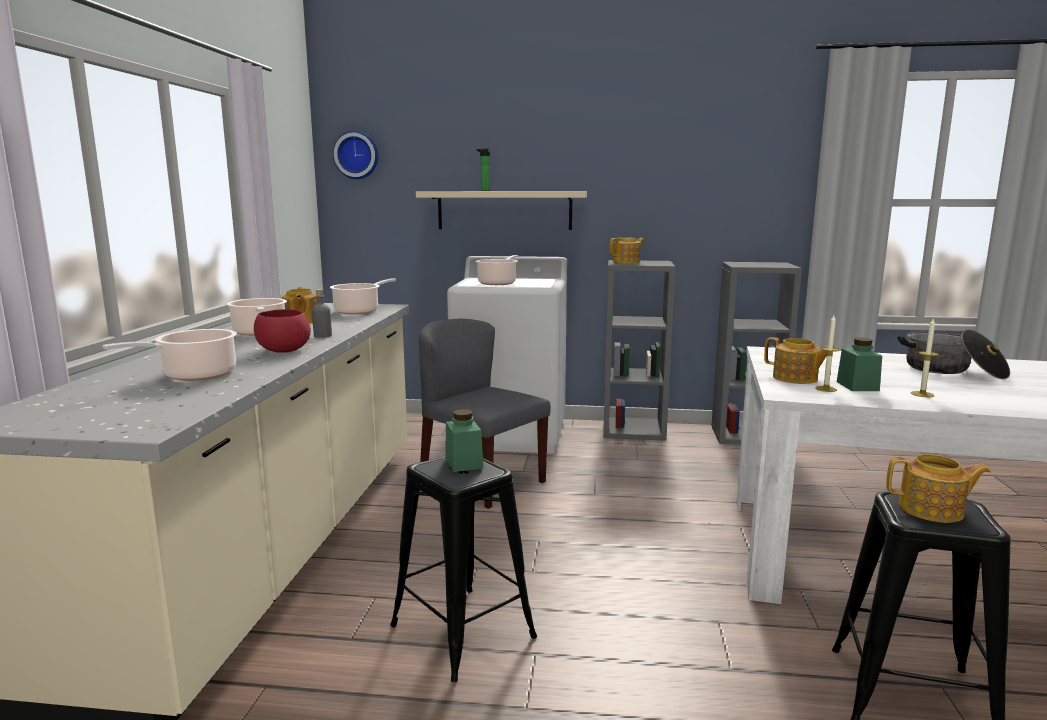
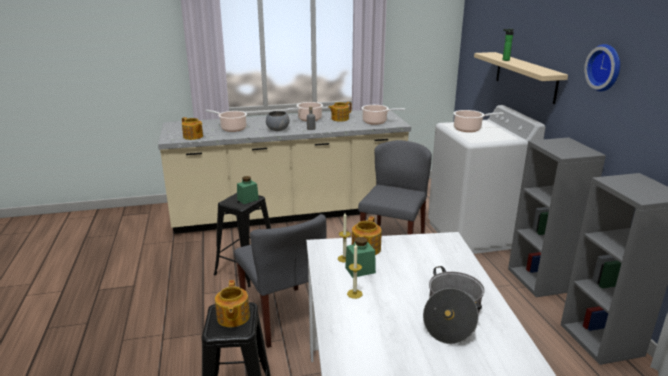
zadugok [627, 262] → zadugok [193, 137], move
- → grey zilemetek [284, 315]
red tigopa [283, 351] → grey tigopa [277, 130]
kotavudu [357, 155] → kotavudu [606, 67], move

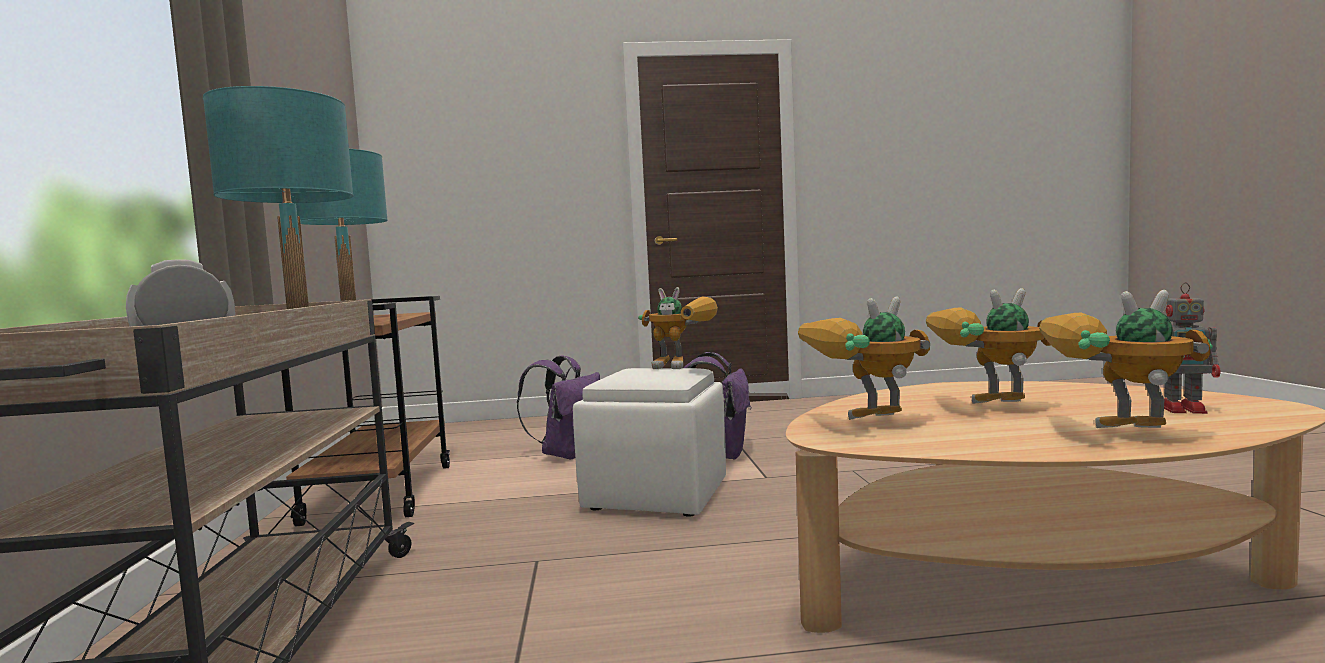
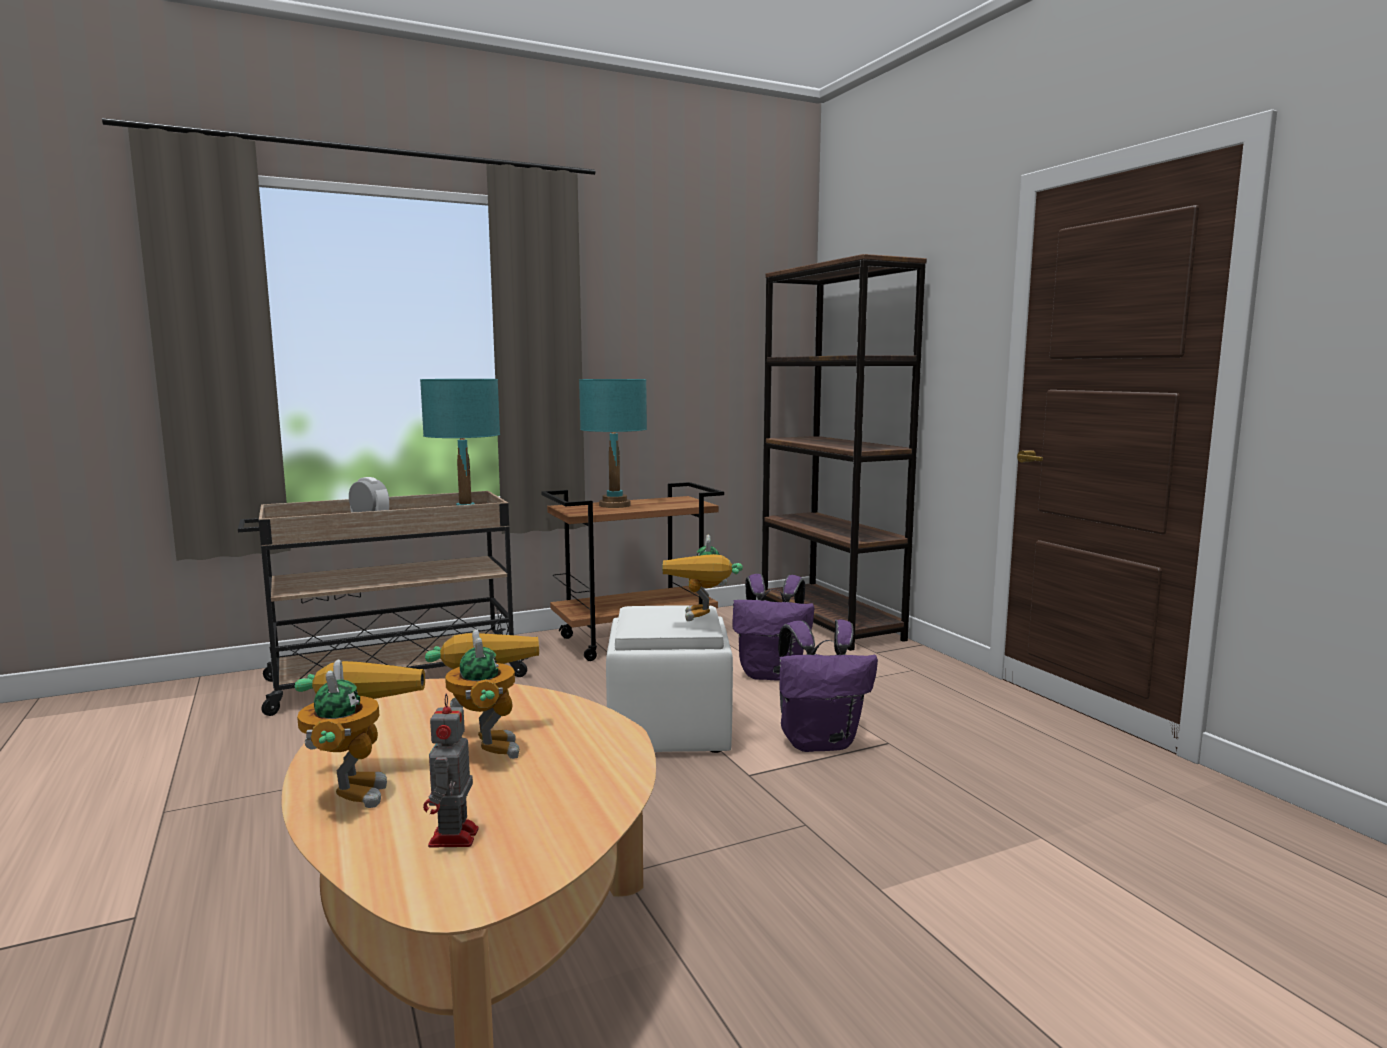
- → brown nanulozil [829, 622]
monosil [863, 425] → -

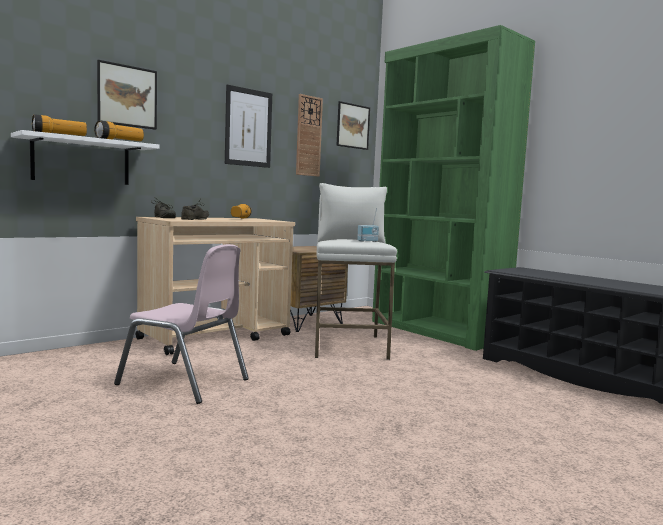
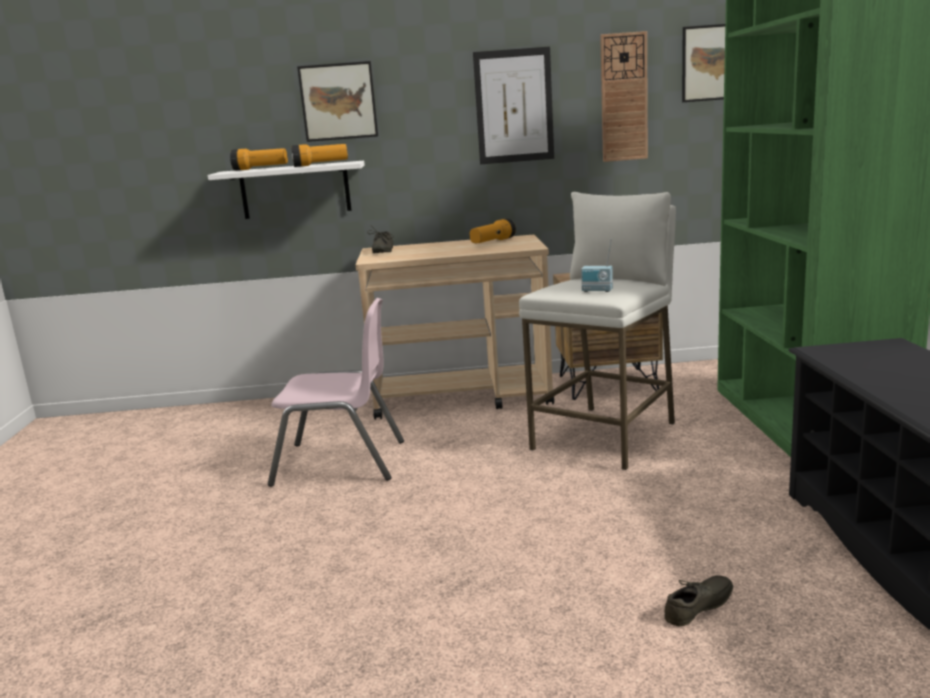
pink zilemetek [184, 382] → pink zilemetek [340, 463], 60 degrees counterclockwise
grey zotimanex [196, 219] → grey zotimanex [701, 608], move

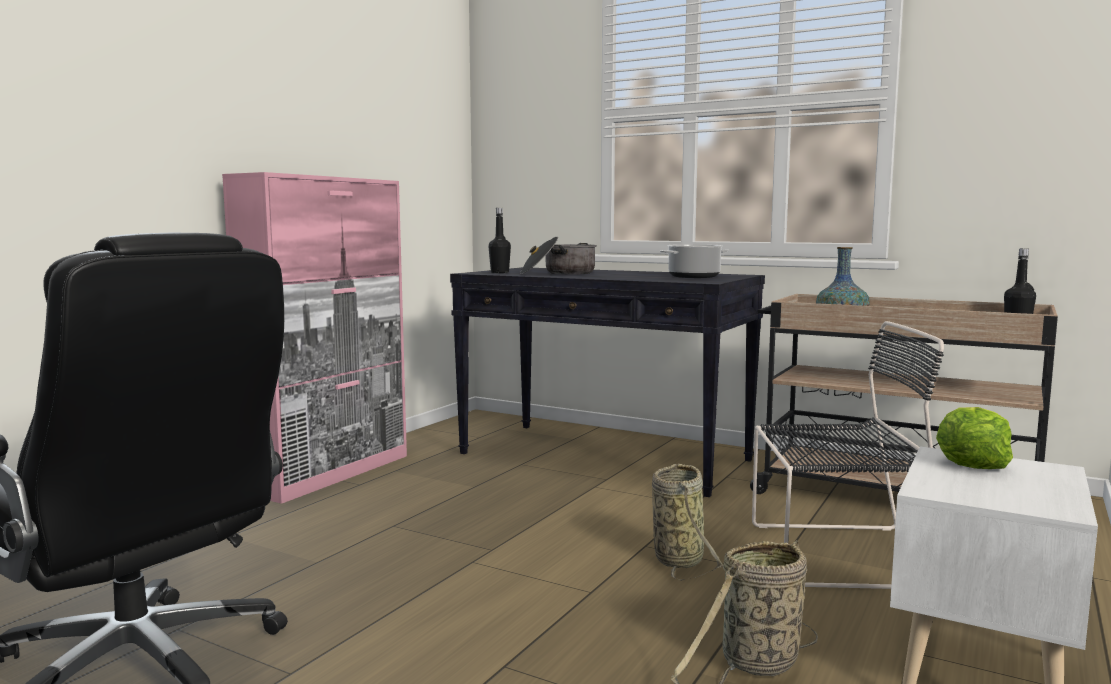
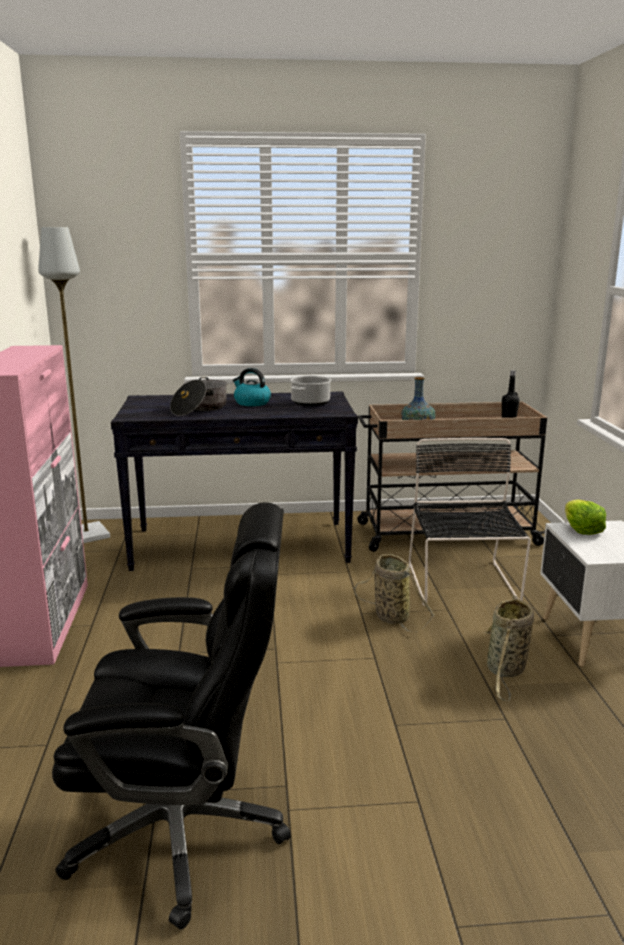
- → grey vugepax [87, 535]
- → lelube [251, 403]
black zilemetek [836, 555] → black zilemetek [462, 585], 60 degrees counterclockwise
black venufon [499, 272] → -

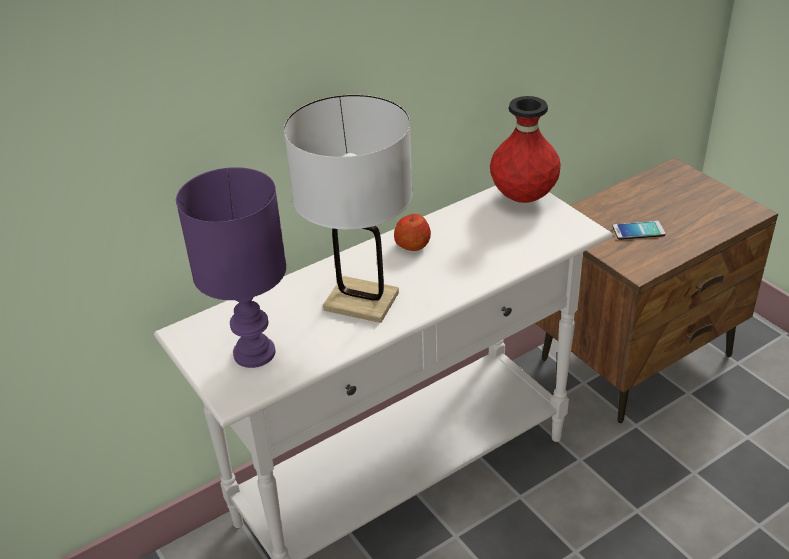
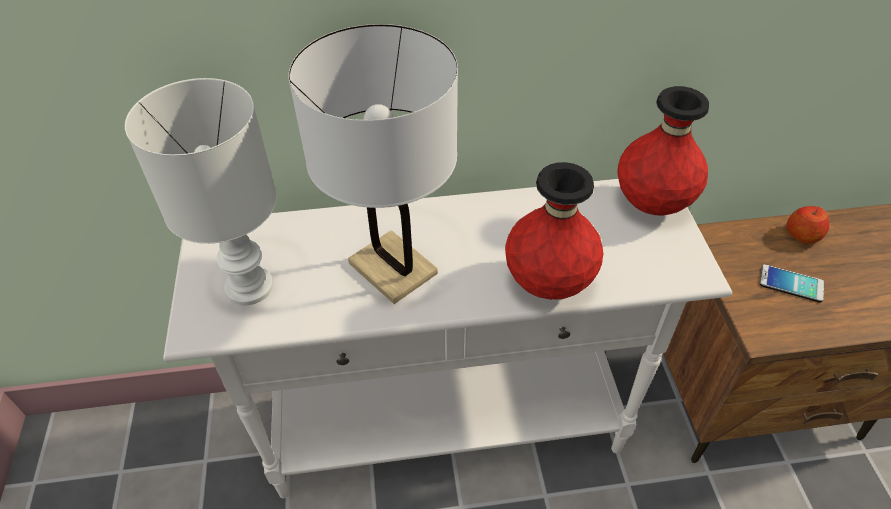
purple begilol [253, 354] → white begilol [247, 288]
- → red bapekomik [548, 284]
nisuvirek [413, 245] → nisuvirek [802, 235], move

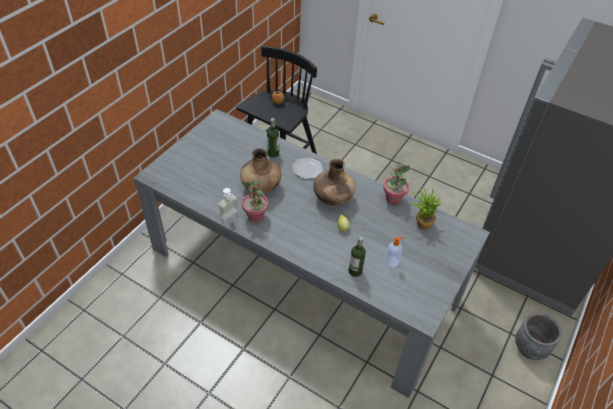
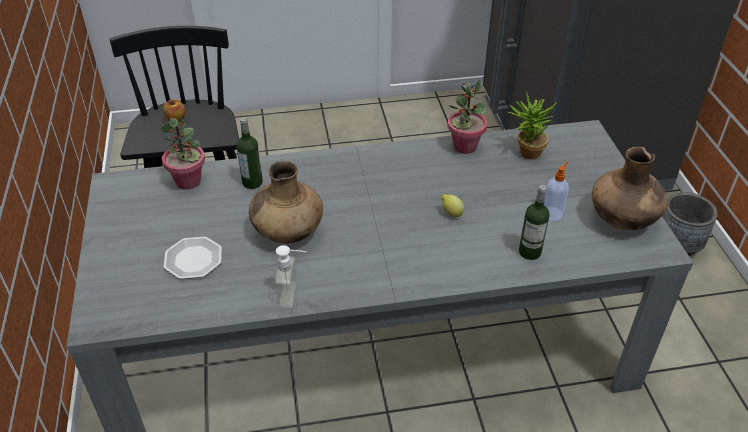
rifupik [255, 216] → rifupik [188, 181], move
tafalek [307, 169] → tafalek [194, 259], move
brown bapekomik [333, 199] → brown bapekomik [622, 220], move

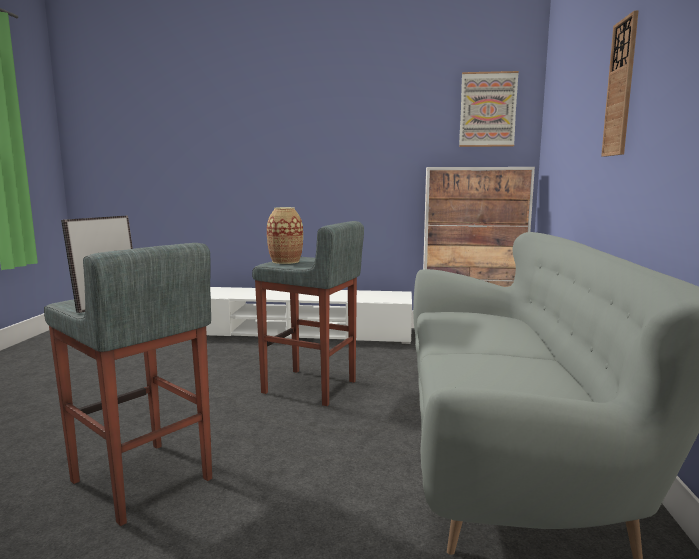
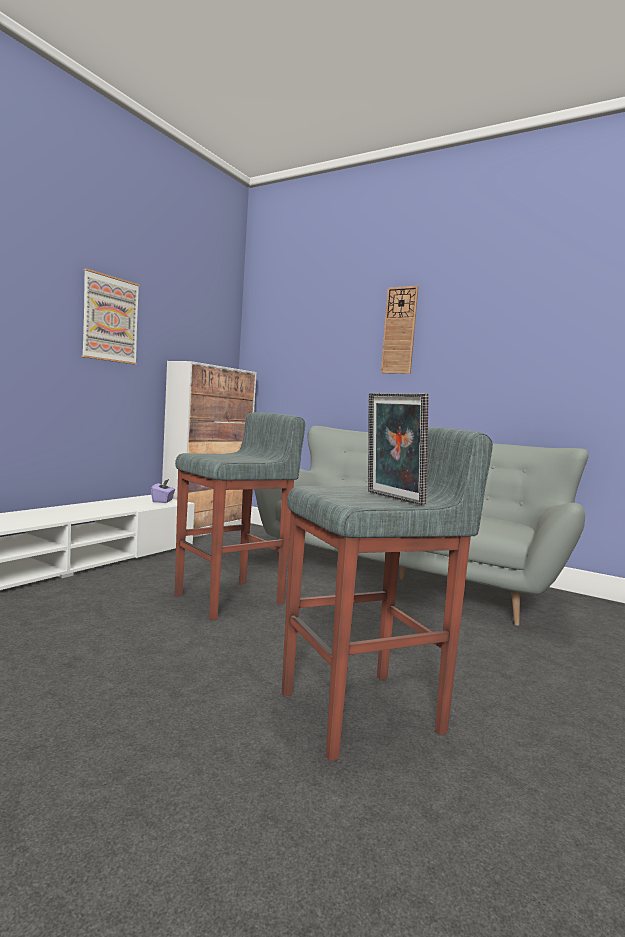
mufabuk [487, 110] → mufabuk [110, 319], move
- → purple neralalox [163, 501]
bapekomik [285, 261] → -

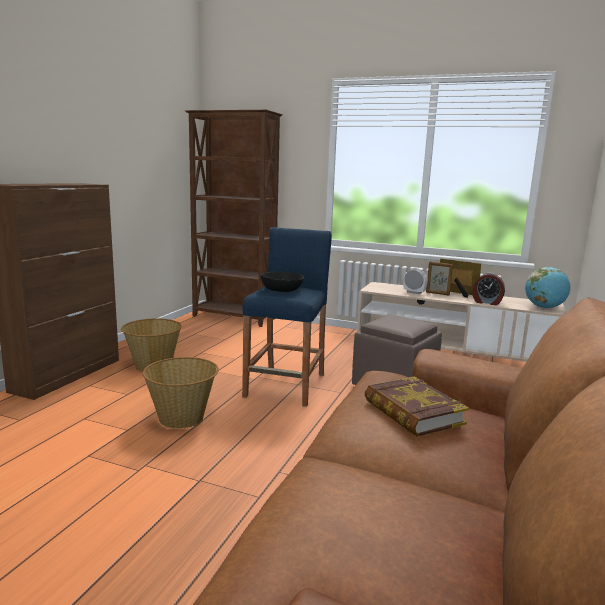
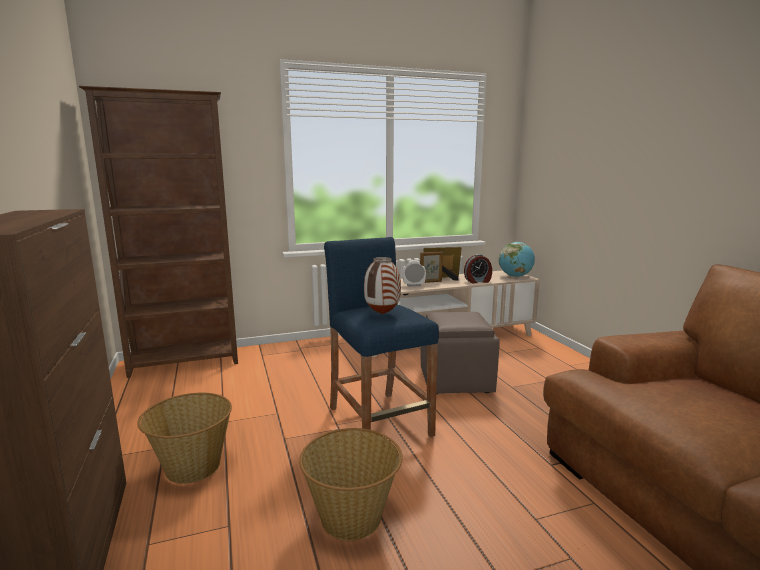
black tigopa [282, 289] → bapekomik [382, 314]
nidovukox [412, 412] → -

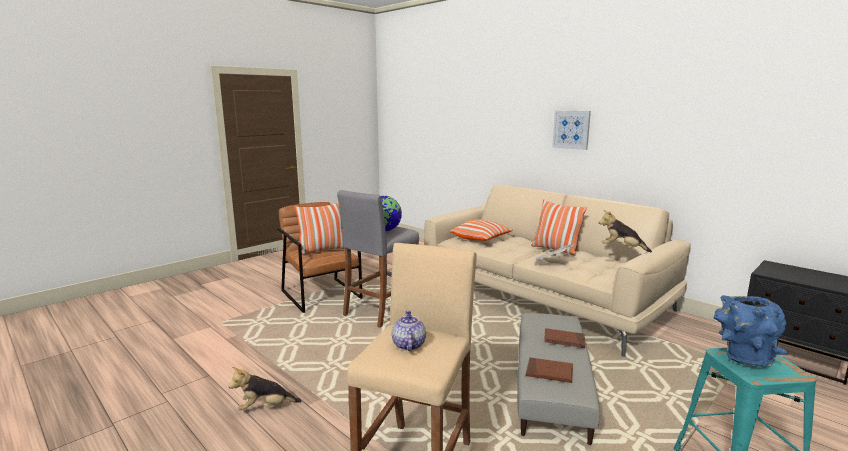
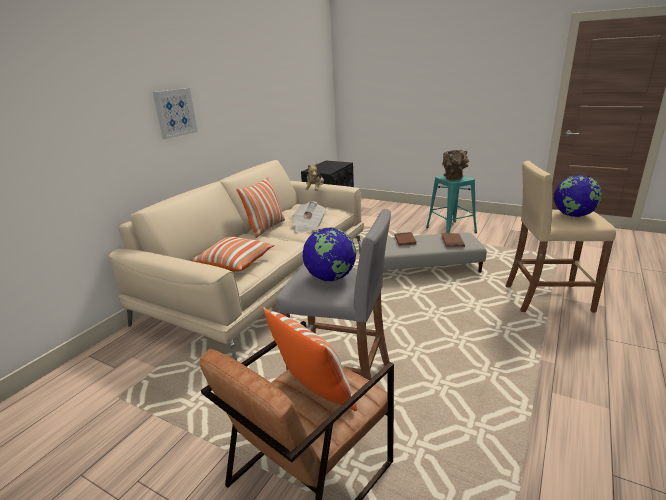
blue bapekomik [742, 359] → brown bapekomik [454, 179]
zadugok [408, 345] → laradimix [573, 215]
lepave [265, 408] → -

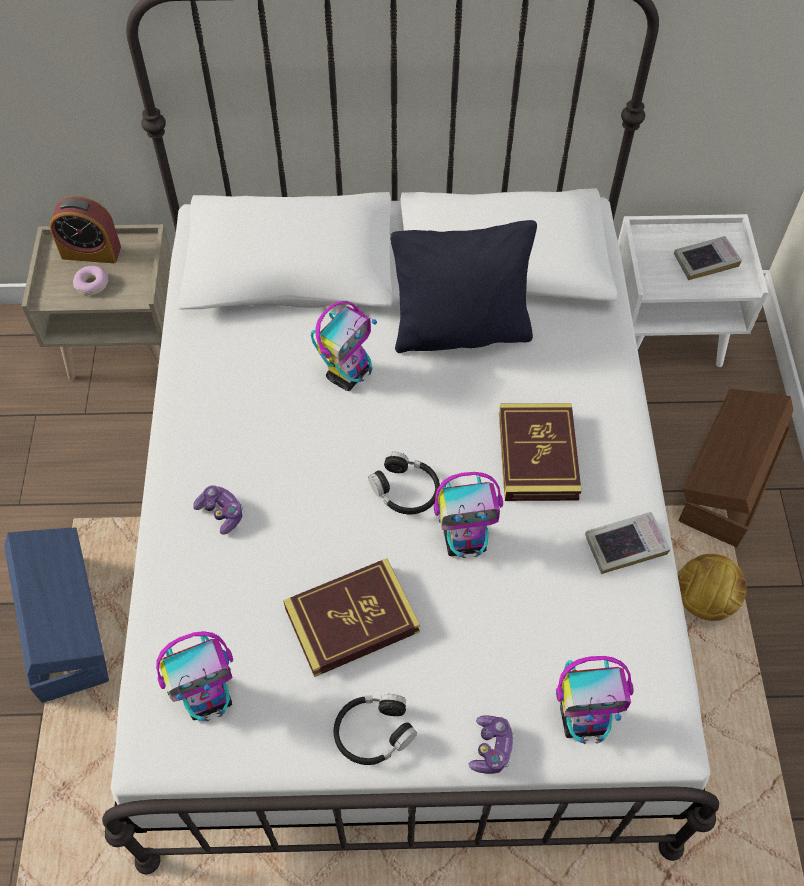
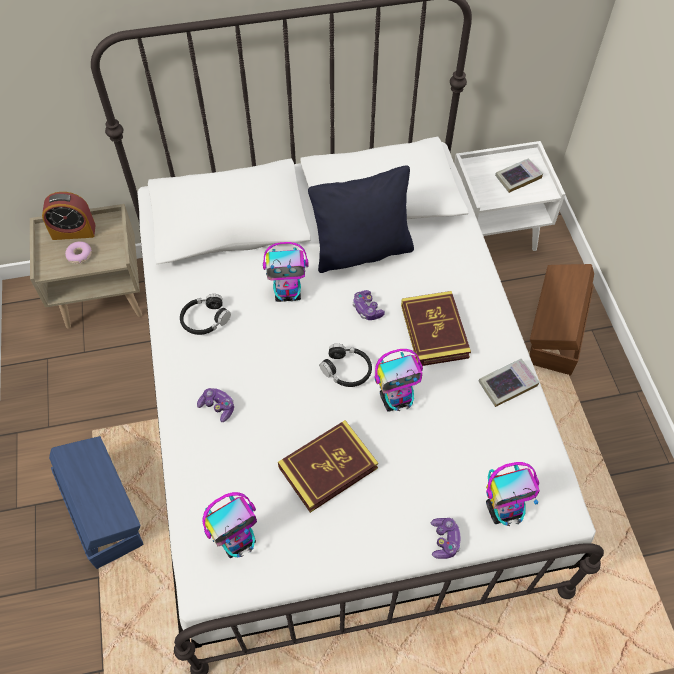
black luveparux [373, 732] → black luveparux [205, 319], move
monosil [348, 374] → monosil [288, 293], 60 degrees clockwise
- → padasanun [367, 309]
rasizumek [703, 601] → -

